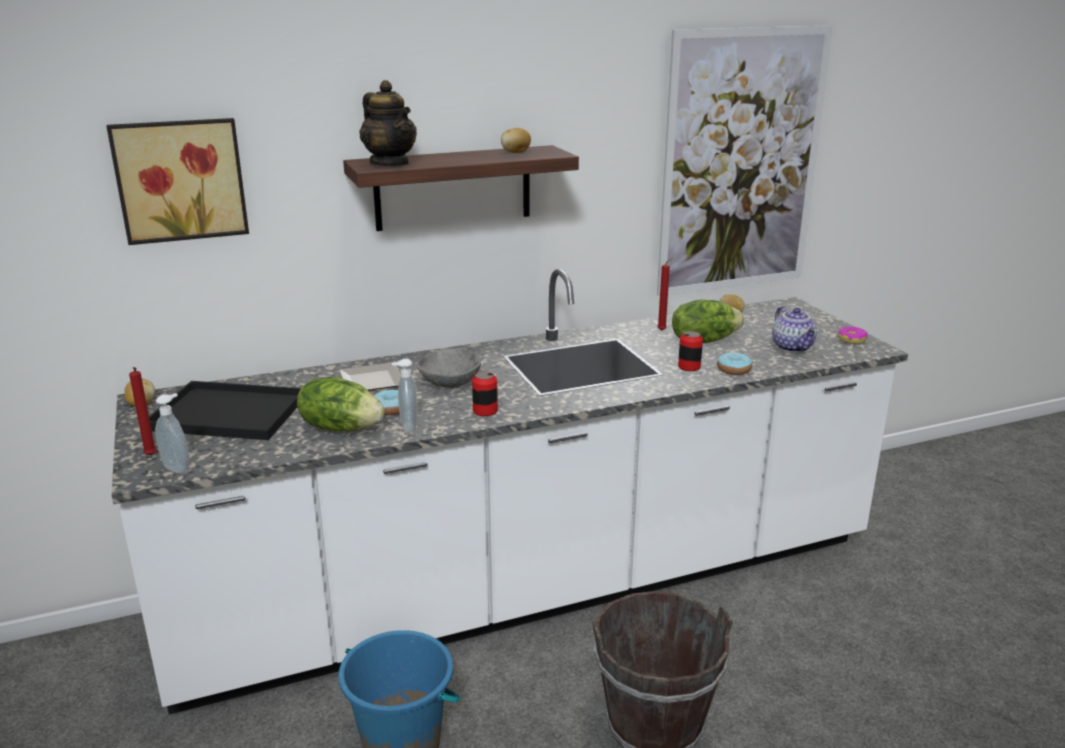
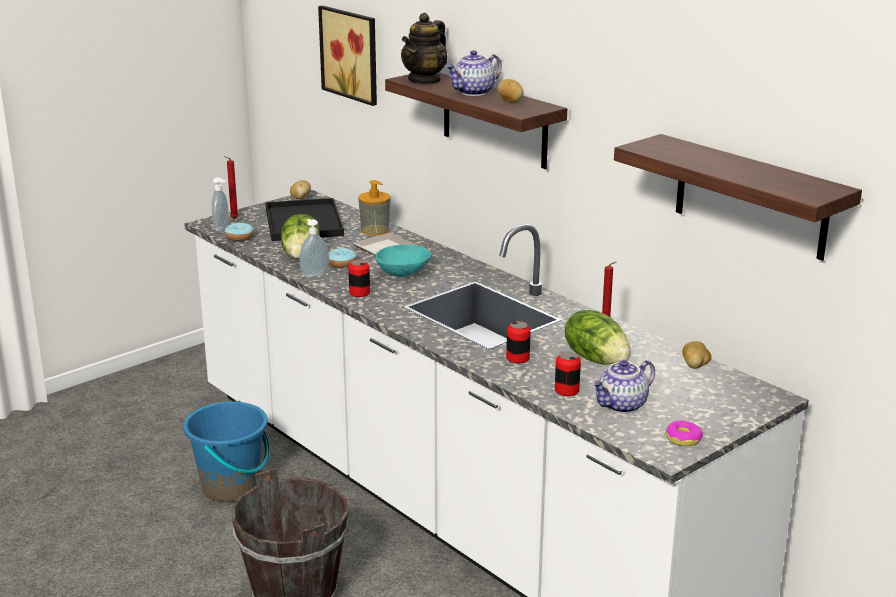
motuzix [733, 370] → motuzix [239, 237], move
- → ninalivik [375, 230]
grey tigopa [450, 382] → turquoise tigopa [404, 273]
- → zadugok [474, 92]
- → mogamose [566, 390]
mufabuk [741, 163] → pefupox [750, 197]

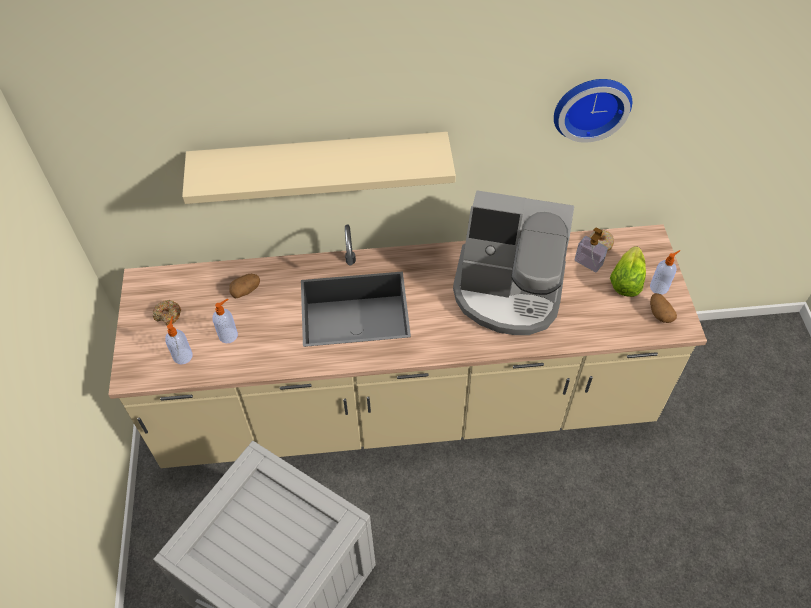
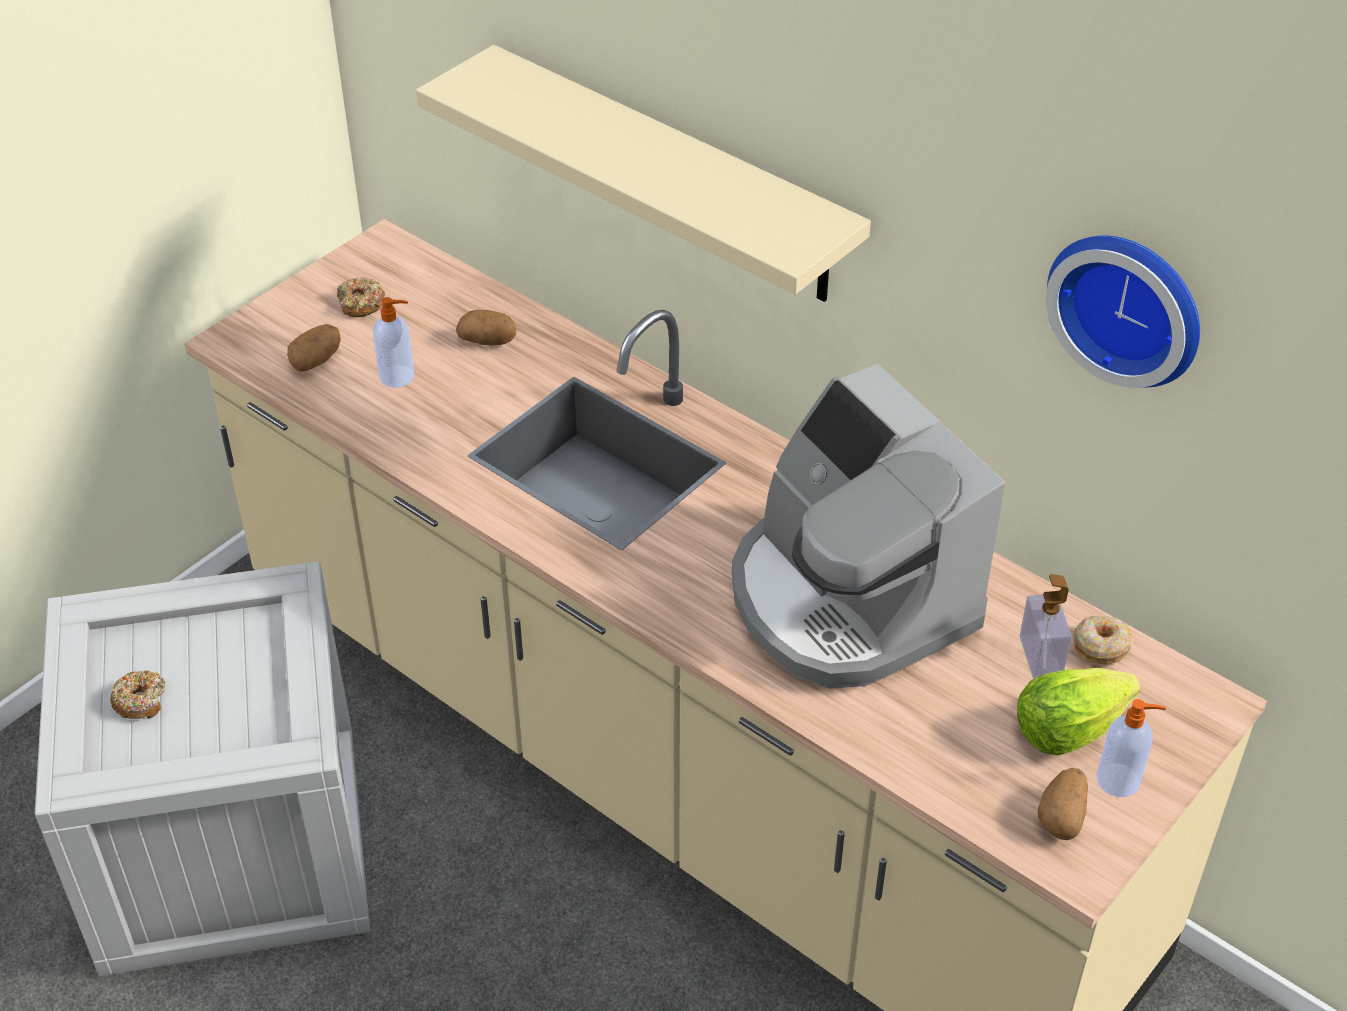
- → motuzix [140, 701]
ninalivik [183, 355] → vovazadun [316, 361]

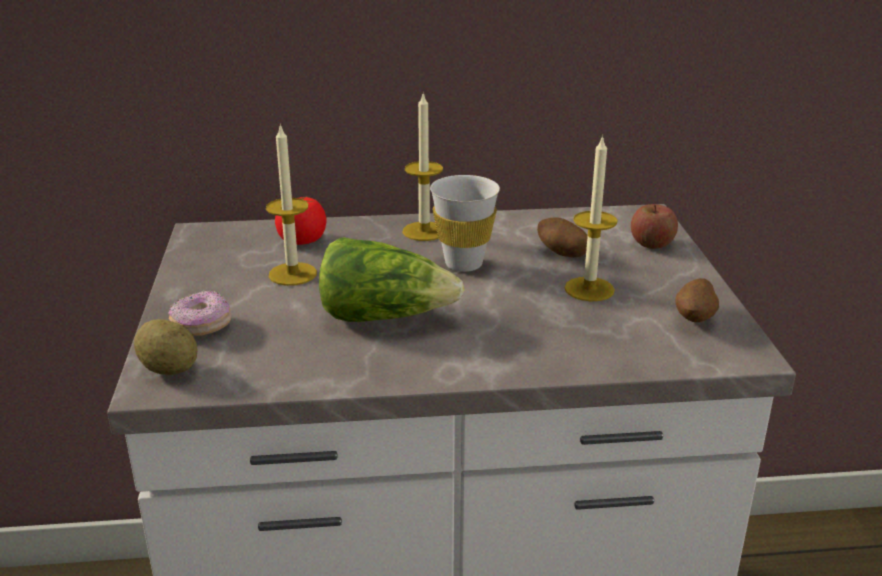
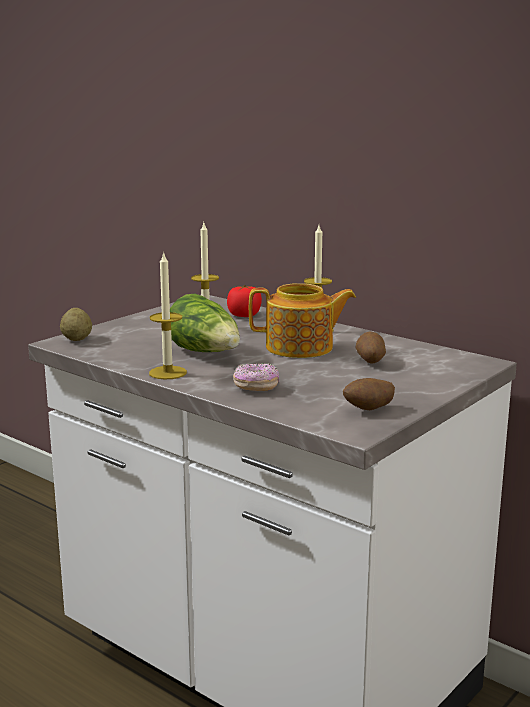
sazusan [589, 289] → sazusan [167, 373], move
motuzix [202, 327] → motuzix [256, 387], move
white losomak [463, 264] → zadugok [301, 348]
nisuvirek [652, 244] → -

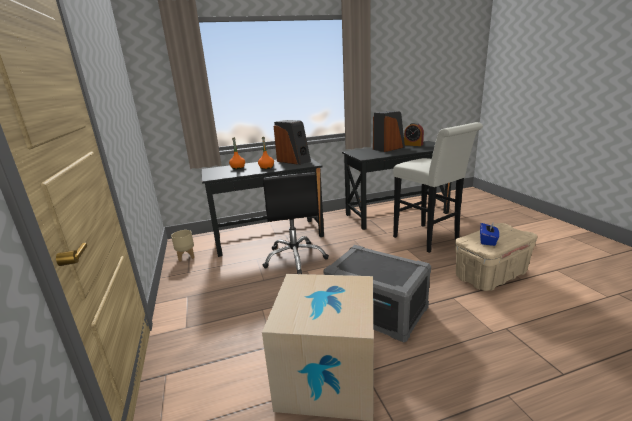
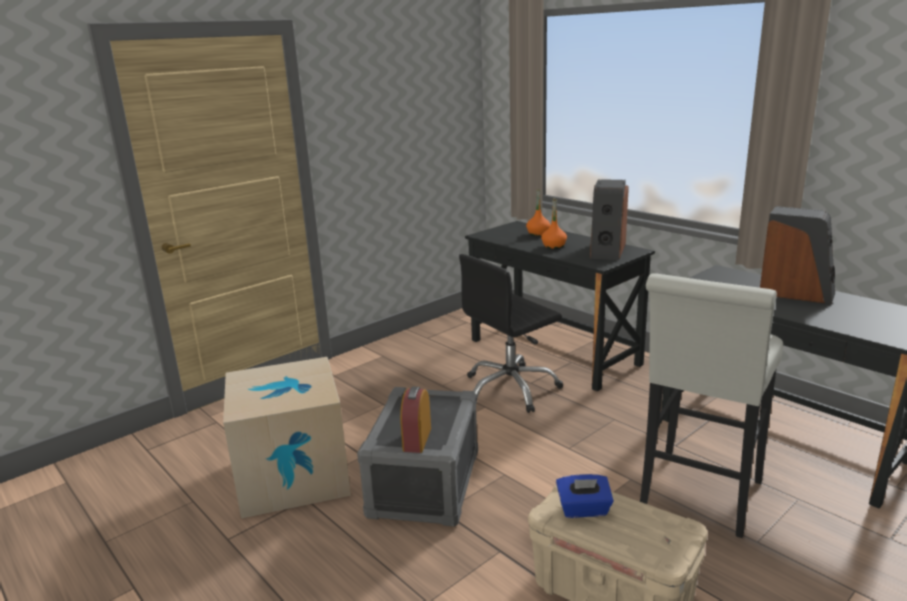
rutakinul [413, 145] → rutakinul [417, 439], move
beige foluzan [186, 256] → -

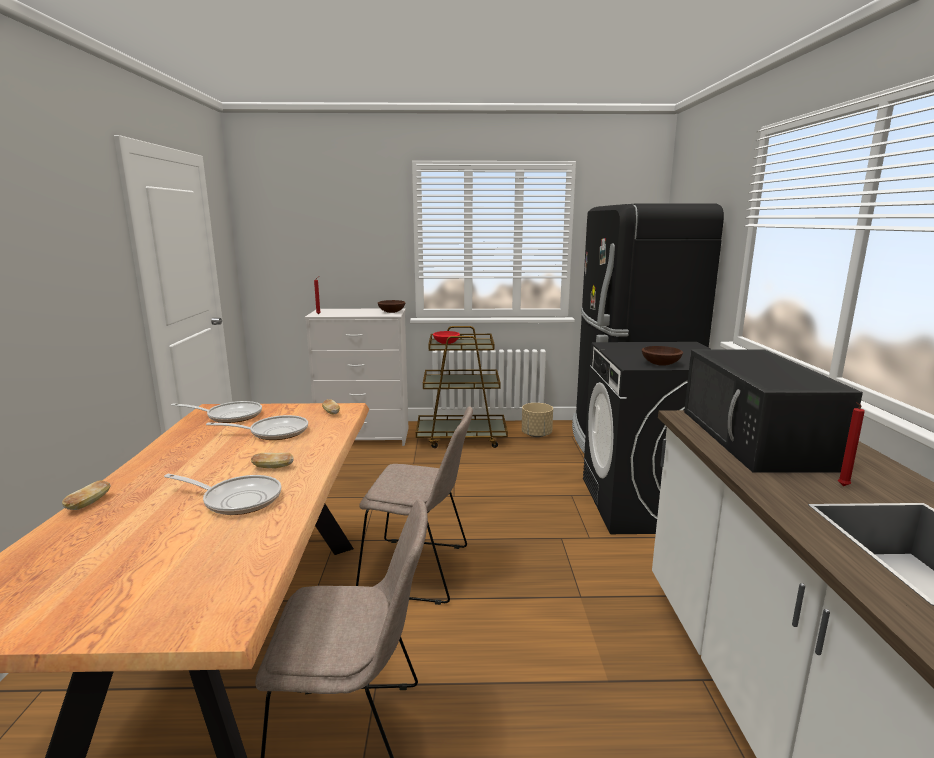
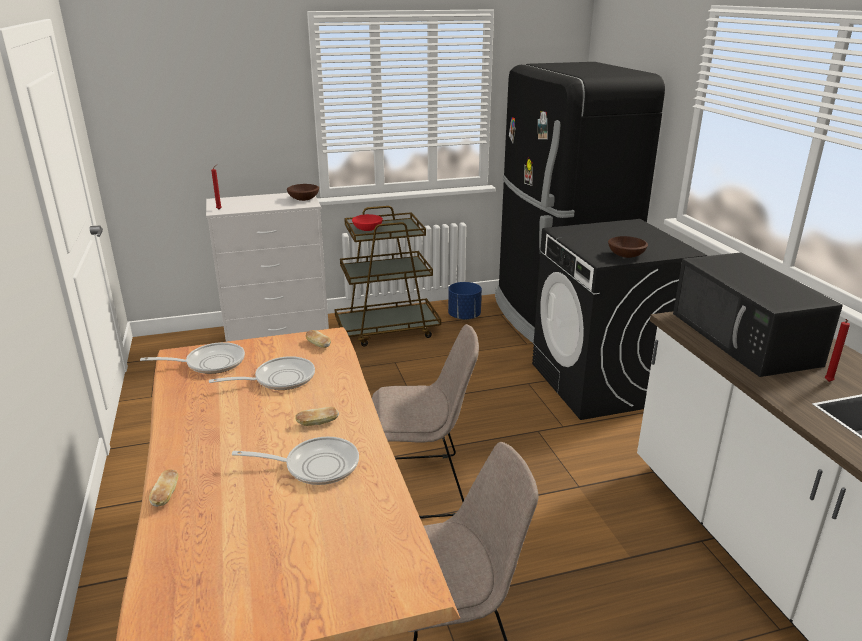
beige foluzan [536, 434] → blue foluzan [464, 316]

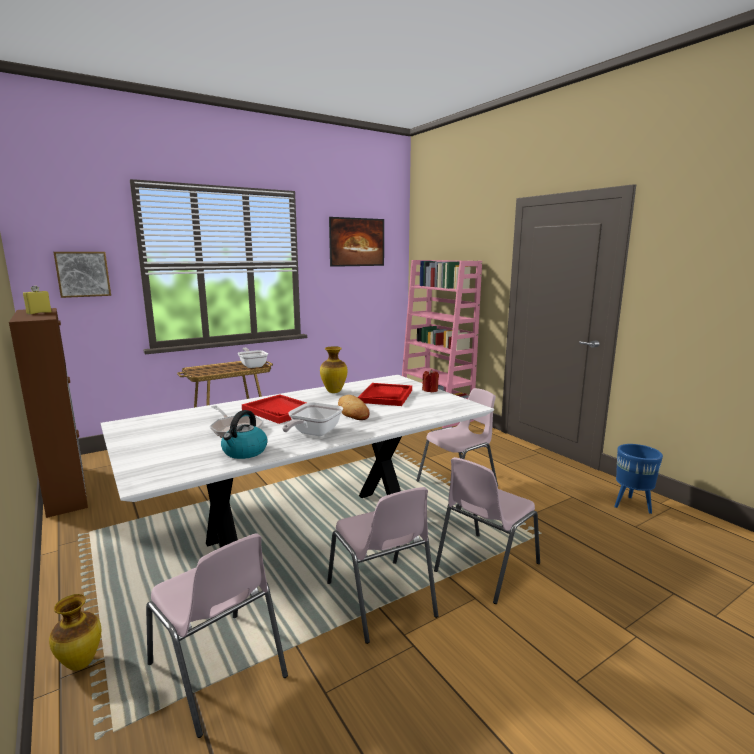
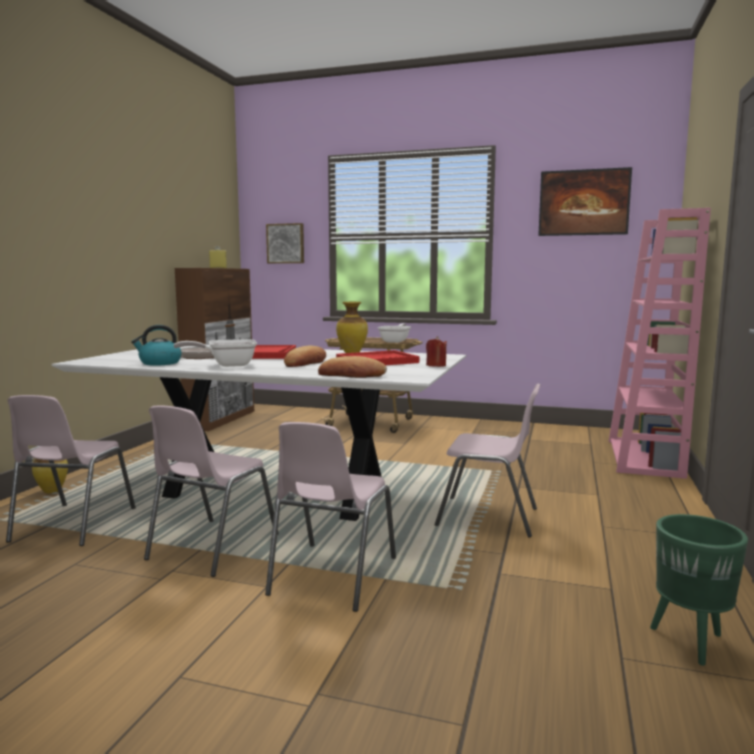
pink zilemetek [485, 567] → pink zilemetek [331, 576], 75 degrees counterclockwise
- → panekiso [351, 375]
blue foluzan [632, 506] → green foluzan [691, 643]

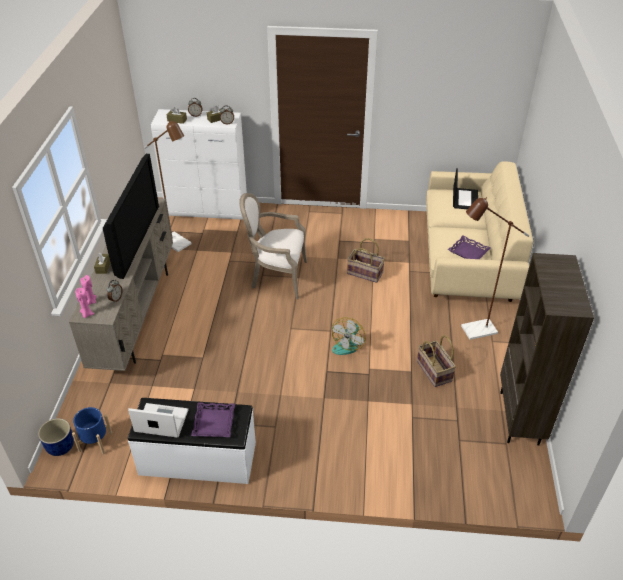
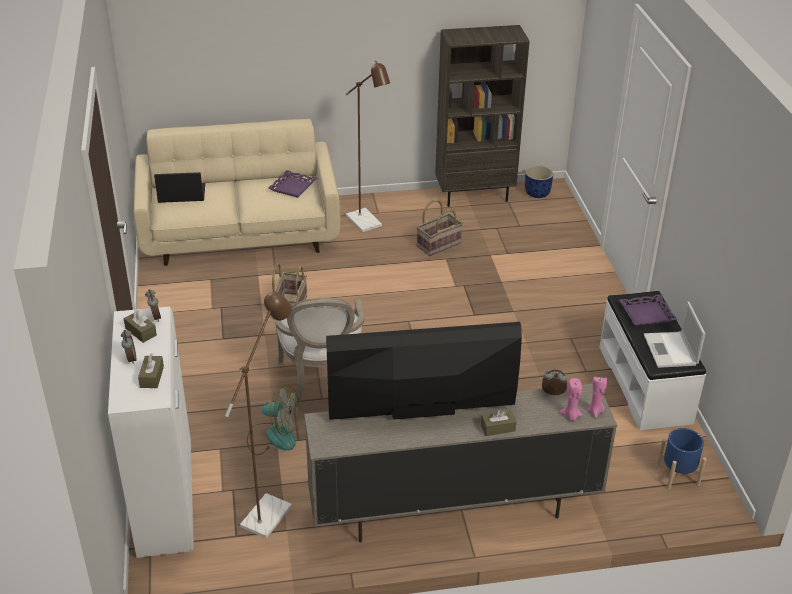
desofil [348, 344] → desofil [273, 436], move
blue foluzan [60, 446] → blue foluzan [537, 193], move

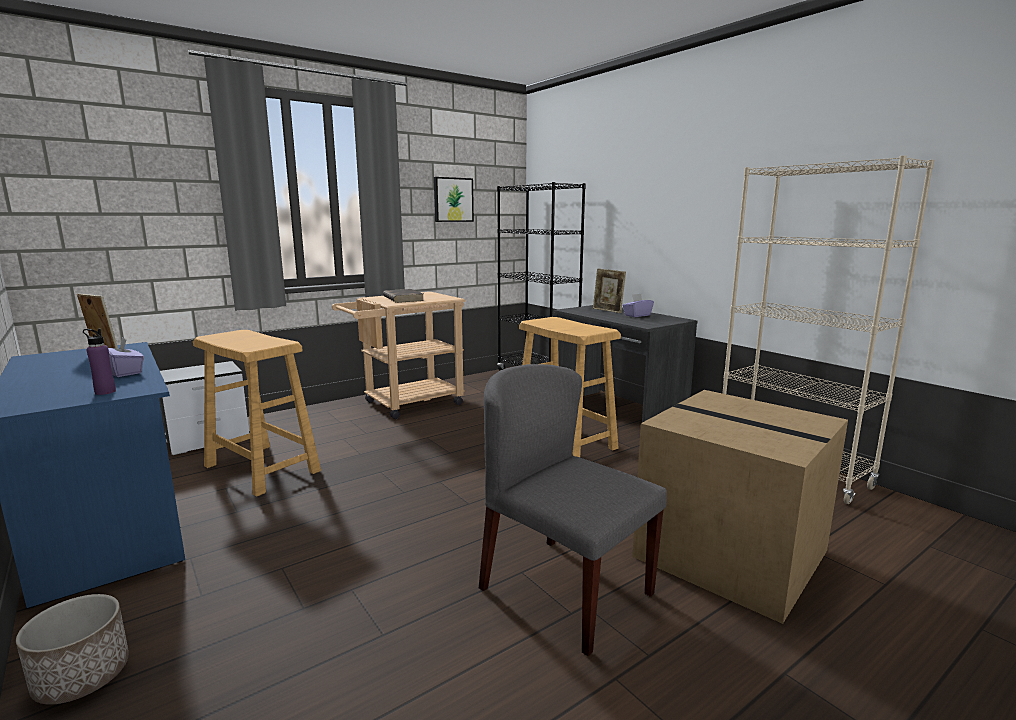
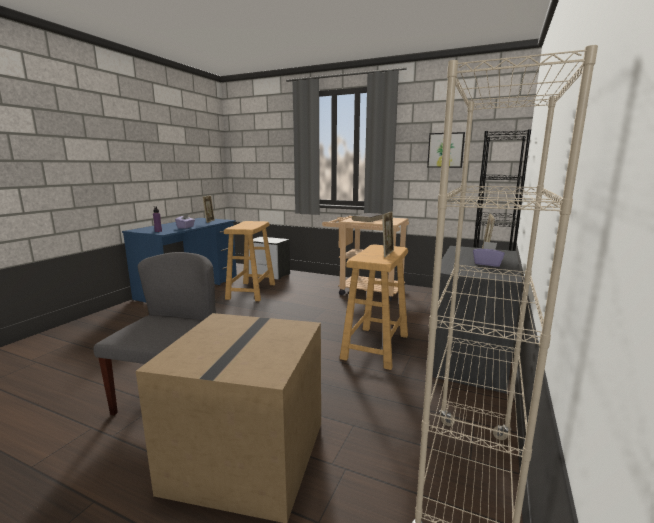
- → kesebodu [387, 253]
foluzan [82, 676] → -

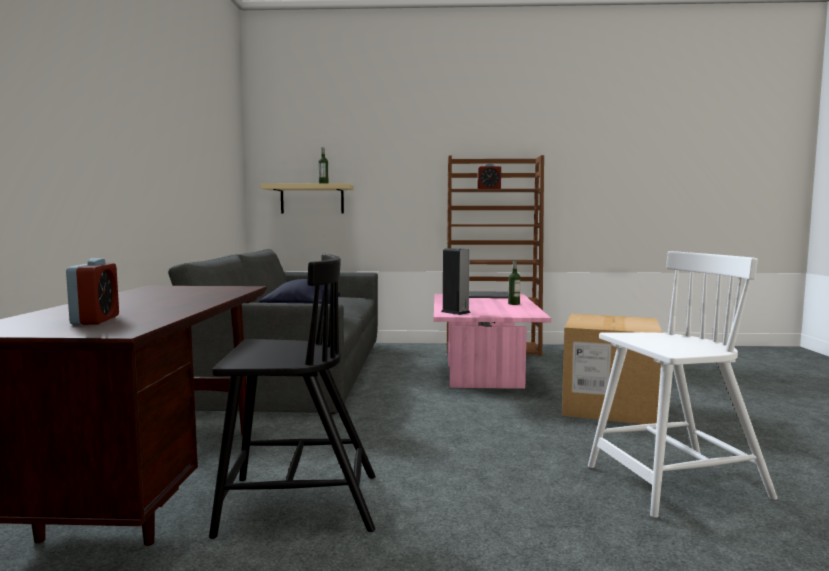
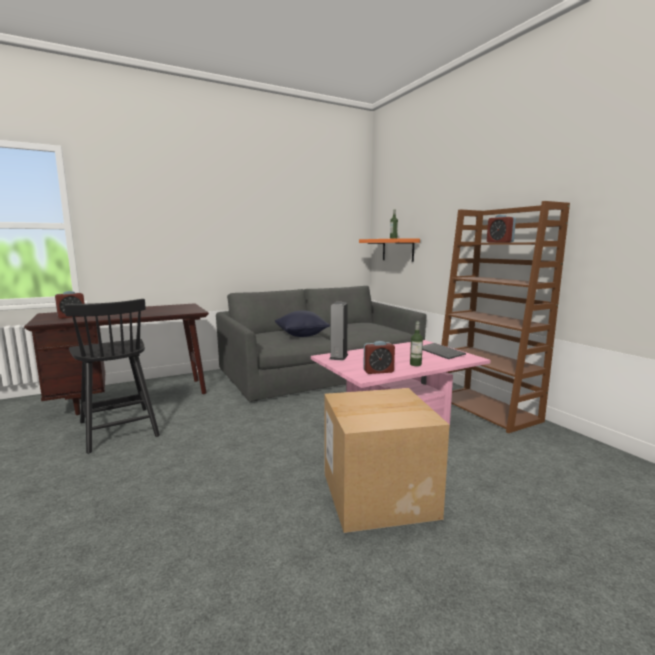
beige pefupox [312, 199] → orange pefupox [398, 250]
- → rutakinul [378, 371]
white zilemetek [674, 483] → -

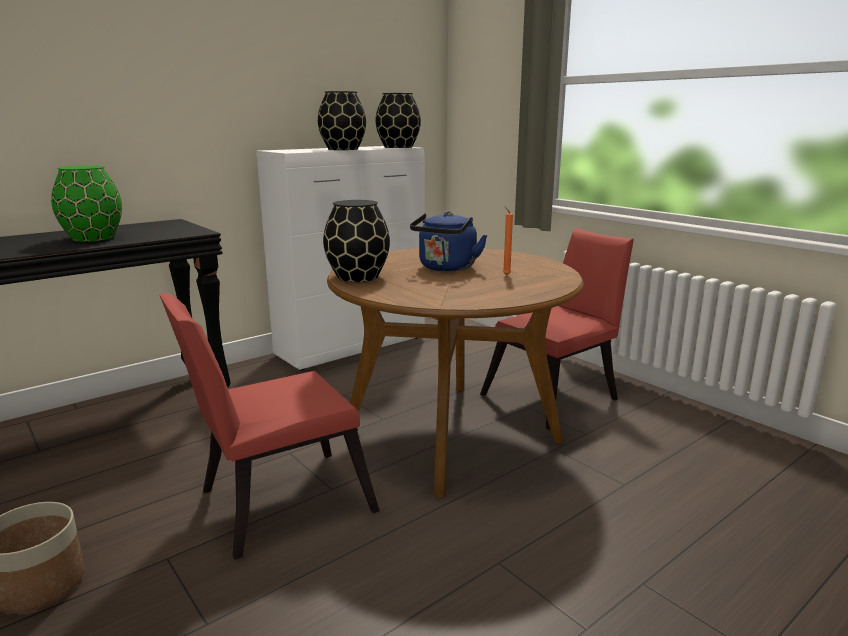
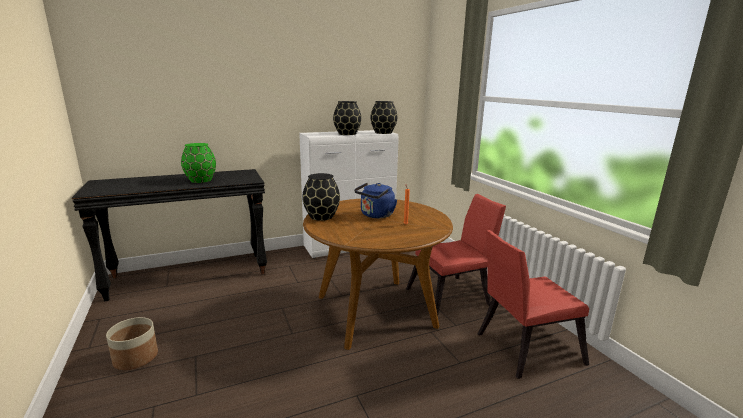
red zilemetek [275, 503] → red zilemetek [523, 348], move

